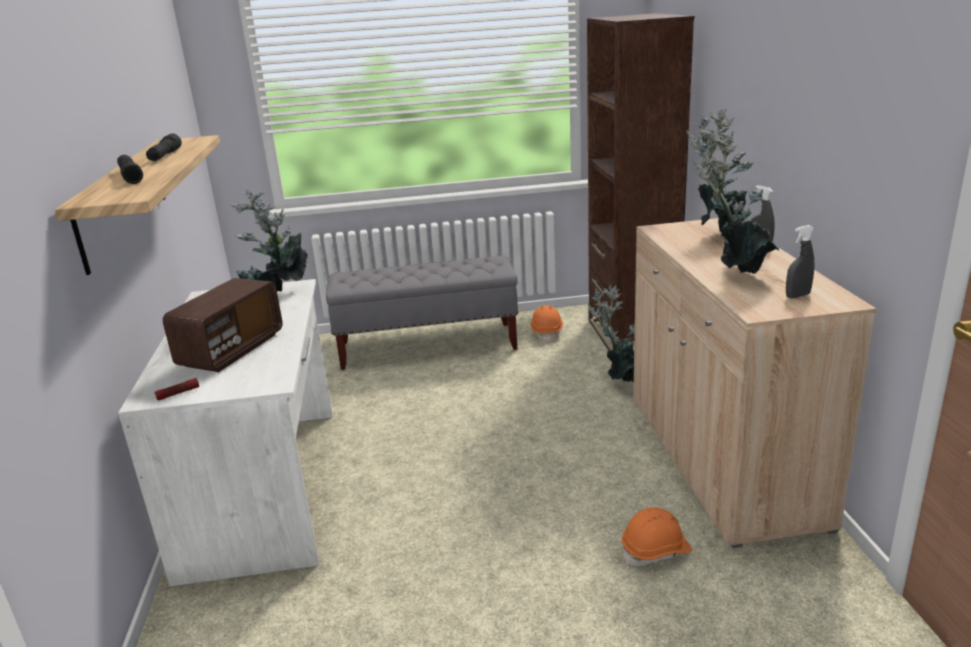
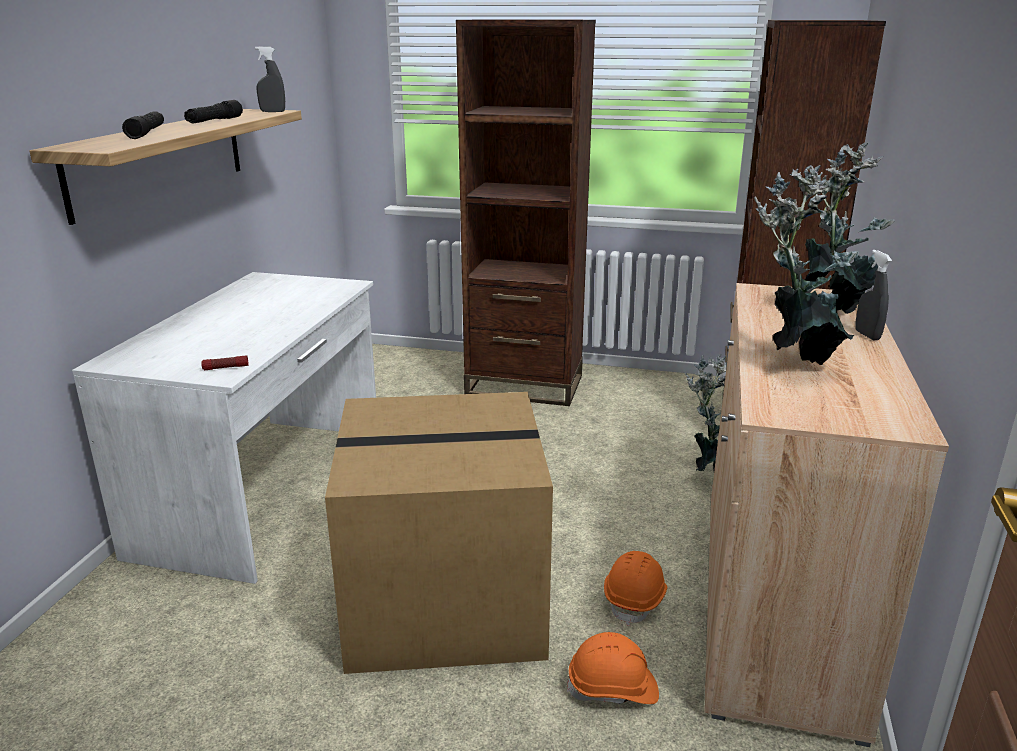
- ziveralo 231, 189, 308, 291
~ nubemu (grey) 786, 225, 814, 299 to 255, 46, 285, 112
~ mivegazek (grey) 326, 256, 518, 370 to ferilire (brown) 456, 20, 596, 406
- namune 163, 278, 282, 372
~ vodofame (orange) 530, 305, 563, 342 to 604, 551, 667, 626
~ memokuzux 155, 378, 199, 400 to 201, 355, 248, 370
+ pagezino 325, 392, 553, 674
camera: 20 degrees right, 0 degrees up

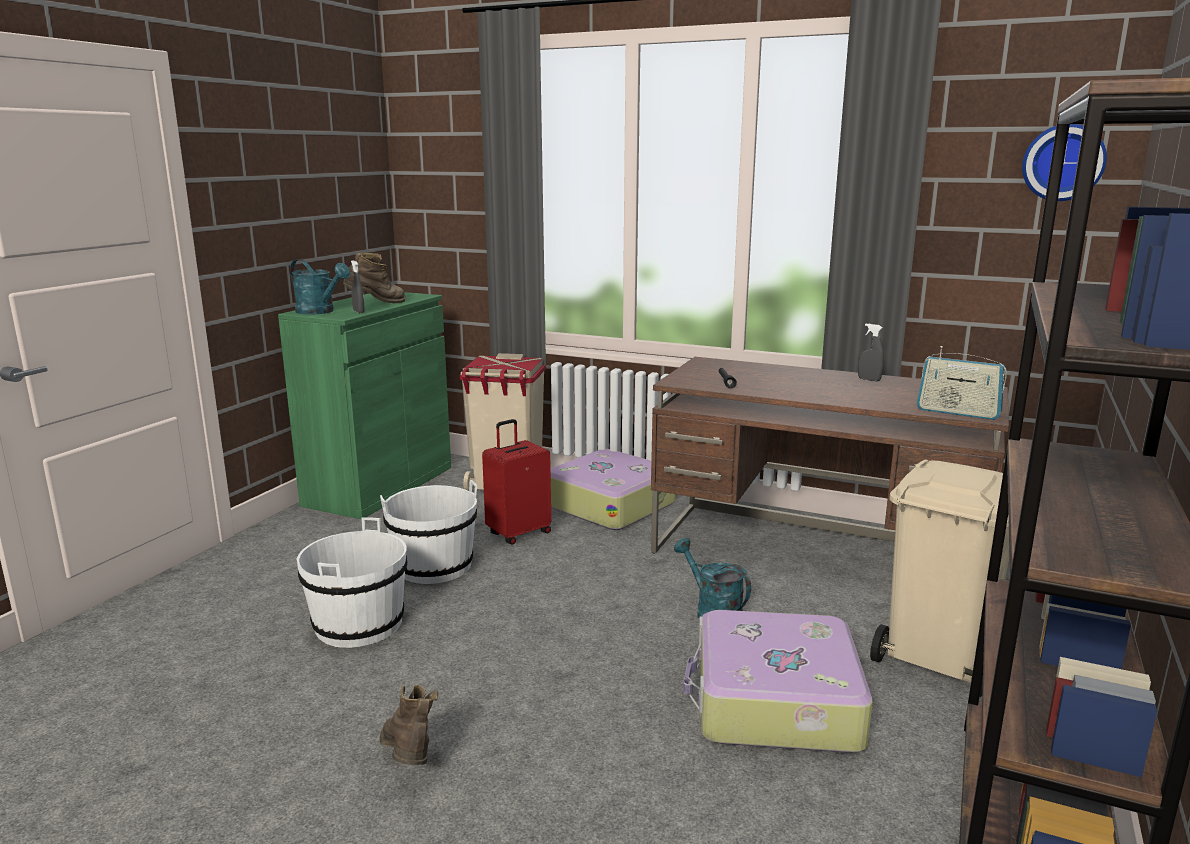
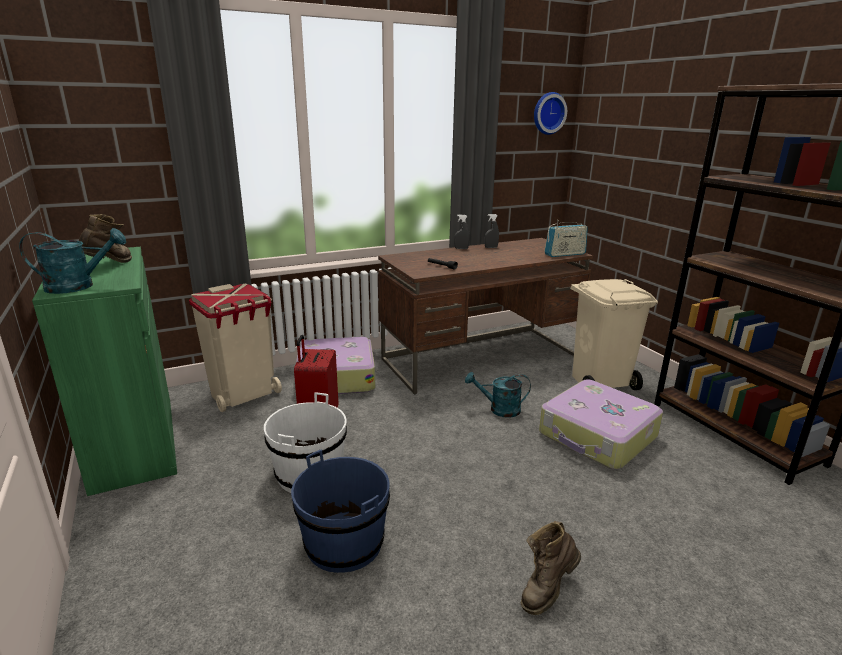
~ nubemu (grey) 351, 260, 364, 313 to 454, 215, 470, 249
~ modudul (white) 297, 517, 407, 648 to modudul (blue) 291, 449, 390, 573
~ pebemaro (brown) 380, 684, 438, 765 = 521, 521, 581, 615 60 degrees counterclockwise
camera: 50 degrees left, 5 degrees up

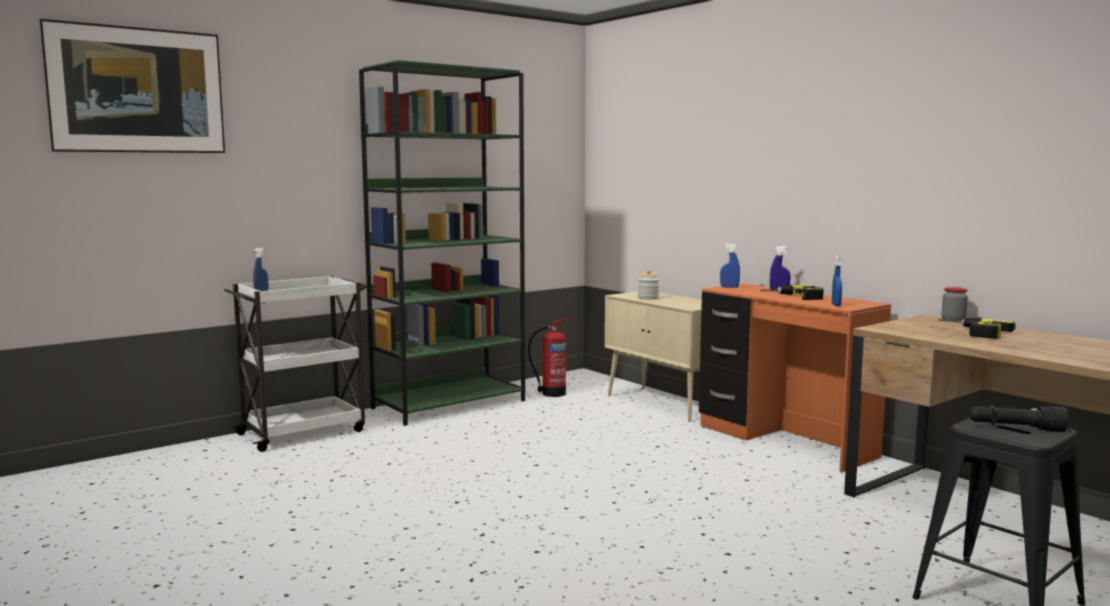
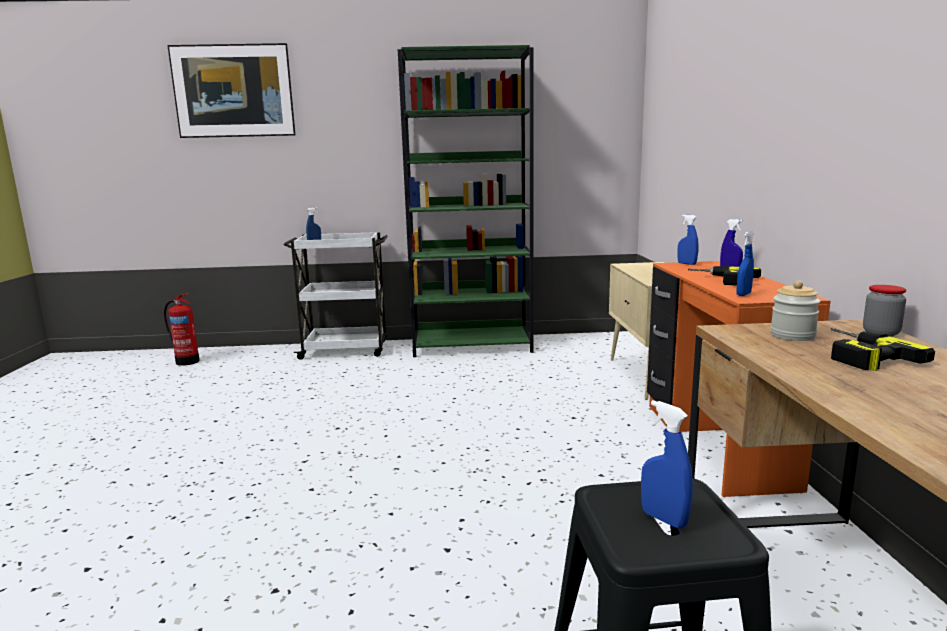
~ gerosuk 638, 270, 659, 300 to 770, 281, 821, 341
~ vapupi 528, 317, 569, 397 to 164, 293, 200, 366
~ memokuzux (black) 969, 405, 1069, 432 to nubemu (blue) 641, 400, 693, 529
camera: 35 degrees right, 5 degrees up

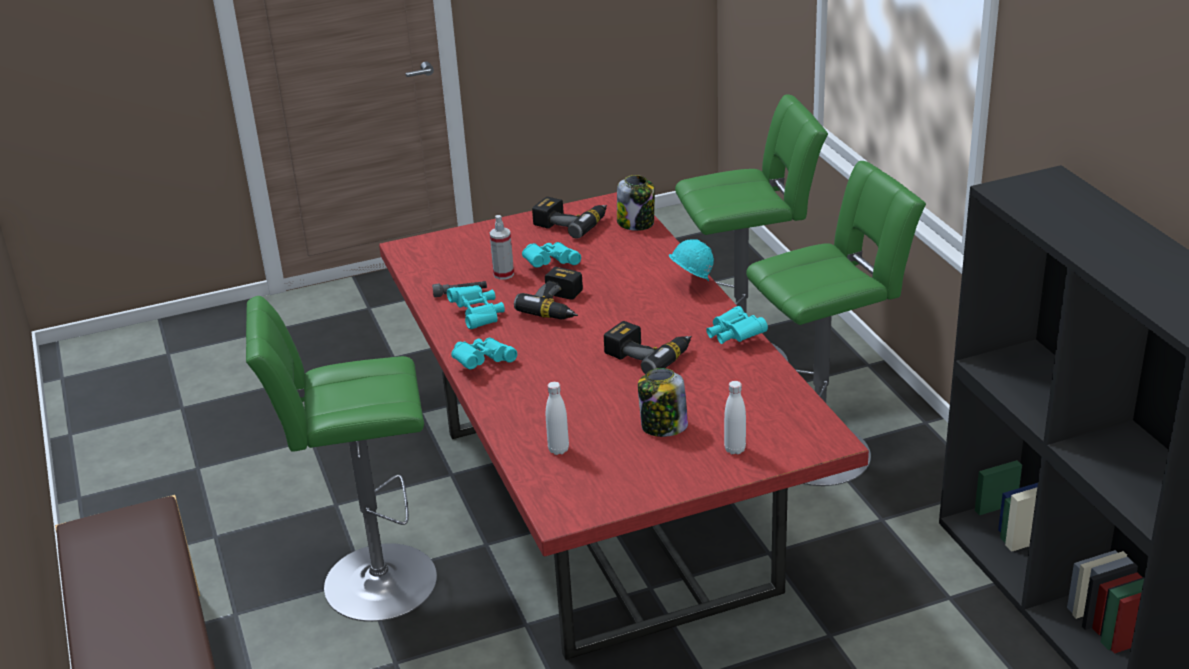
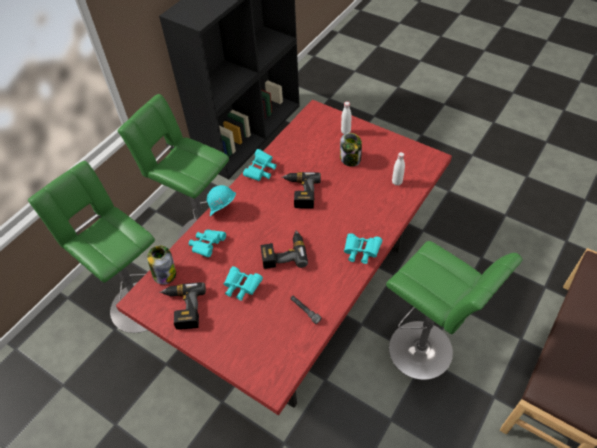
- nubemu 489, 215, 514, 280
~ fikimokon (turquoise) 447, 285, 505, 329 to 189, 229, 226, 257
camera: 125 degrees left, 20 degrees up

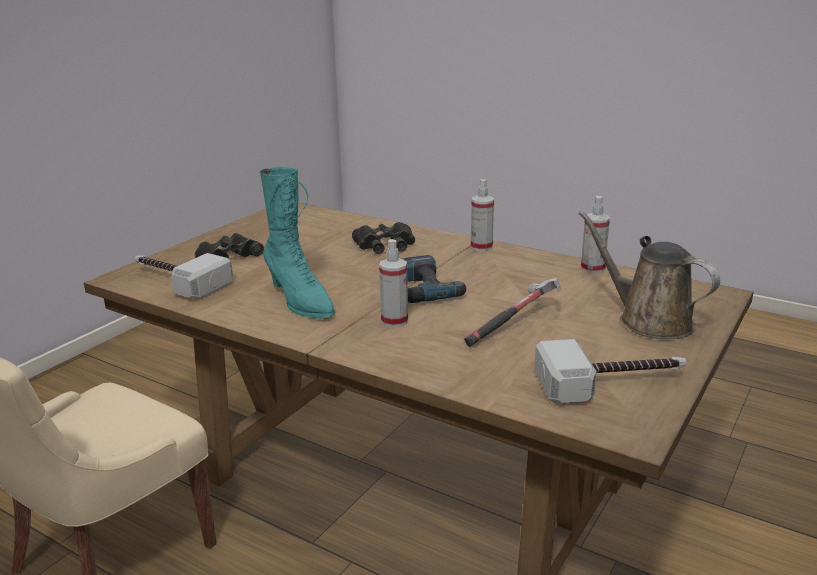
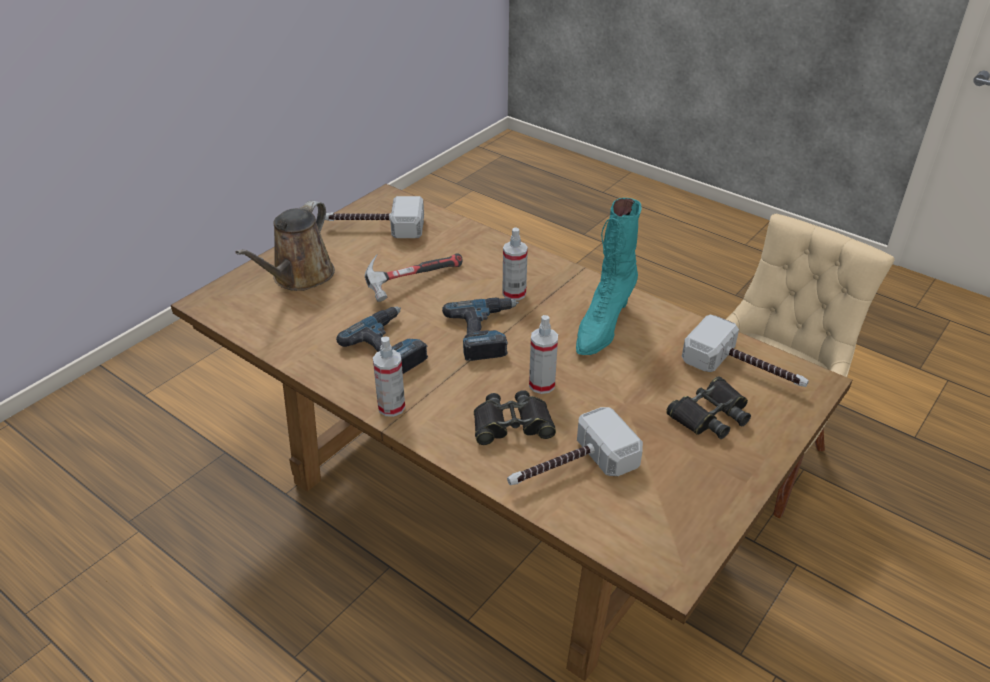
~ pebemaro (turquoise) 260, 167, 335, 319 = 576, 198, 641, 355 120 degrees counterclockwise
~ nubemu 581, 196, 610, 273 to 529, 315, 558, 394
~ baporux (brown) 578, 211, 720, 339 = 235, 201, 335, 291 60 degrees clockwise
+ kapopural 336, 306, 428, 374
+ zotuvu 507, 407, 643, 485
camera: 175 degrees left, 15 degrees up

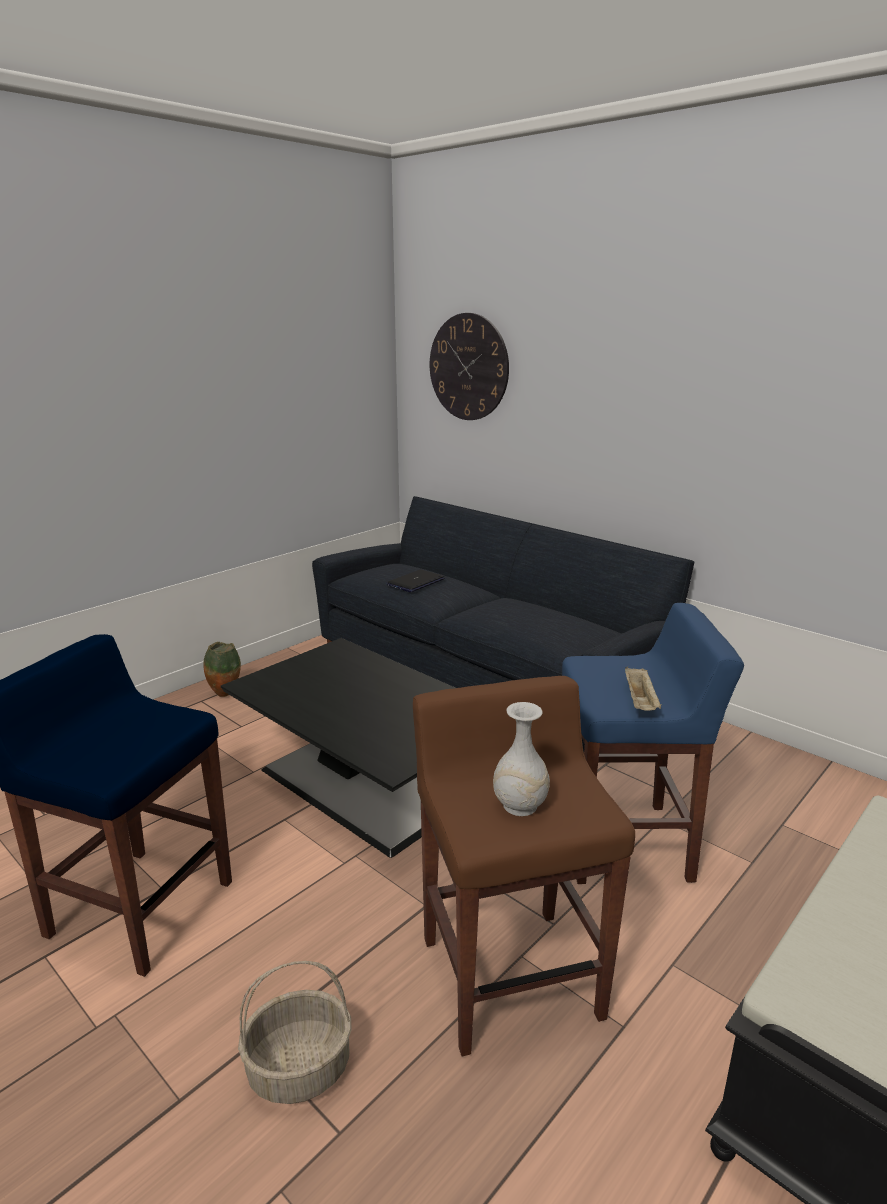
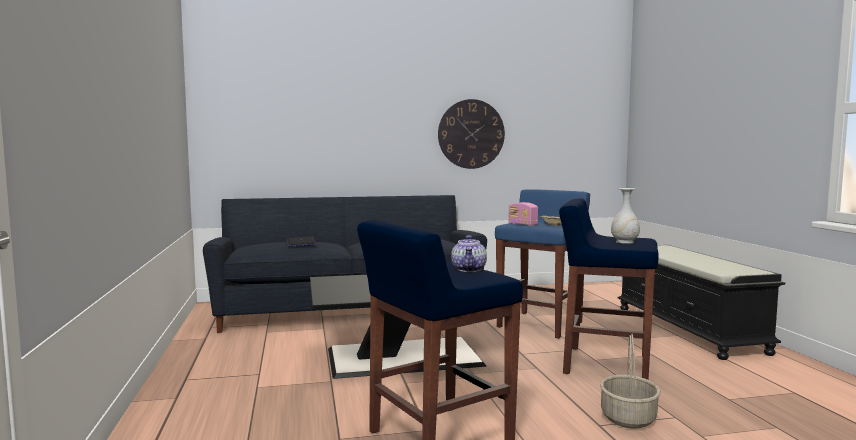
~ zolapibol 430, 313, 509, 420 to 438, 99, 505, 169
- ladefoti 203, 642, 241, 697
~ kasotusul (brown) 413, 676, 635, 1057 to kasotusul (blue) 559, 198, 659, 380
+ namune 508, 202, 538, 226
+ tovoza 451, 235, 487, 272
camera: 55 degrees left, 15 degrees down

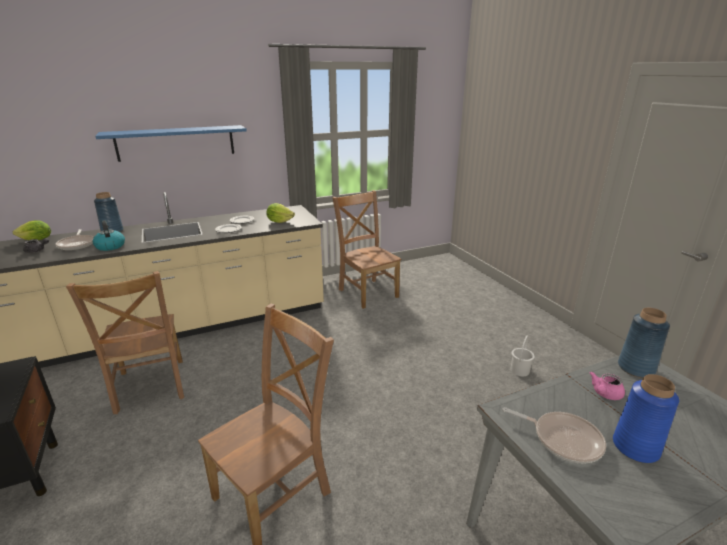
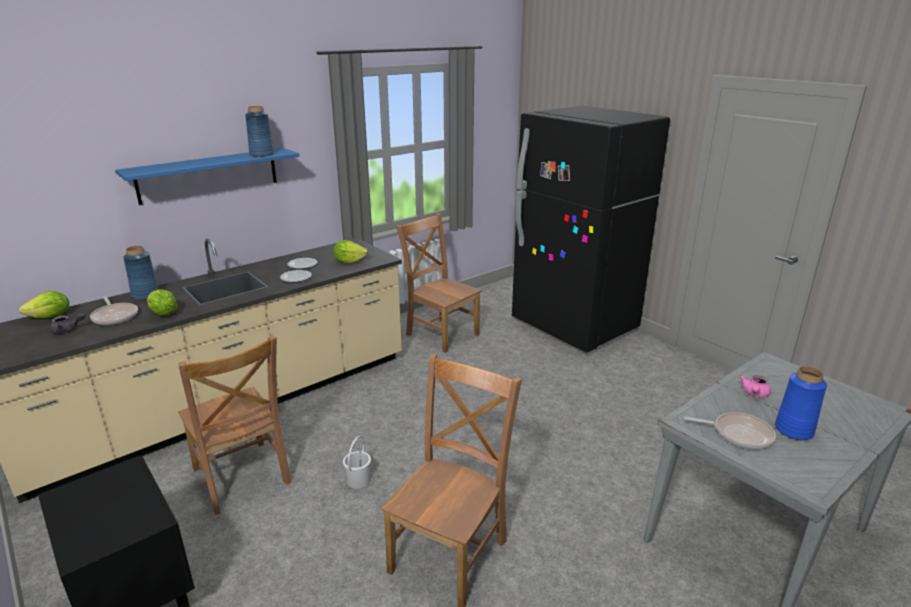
~ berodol 93, 220, 125, 251 to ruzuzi 147, 290, 178, 316
~ ladefoti (blue) 618, 308, 670, 378 to 245, 106, 274, 157
~ modudul (white) 510, 336, 535, 376 to 343, 436, 371, 489
+ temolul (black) 512, 106, 670, 353
camera: 15 degrees left, 0 degrees up

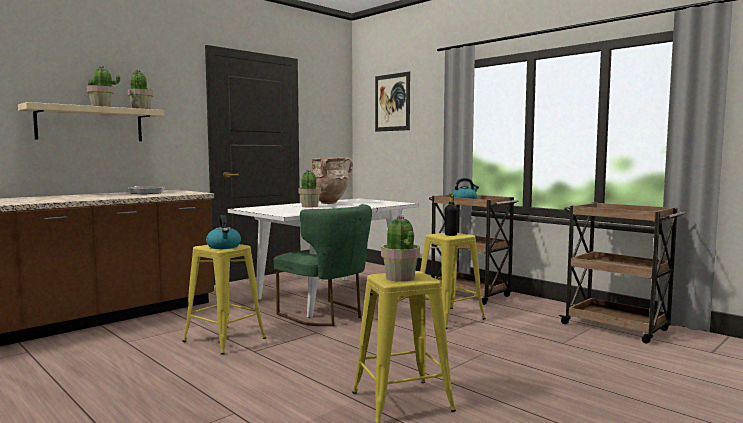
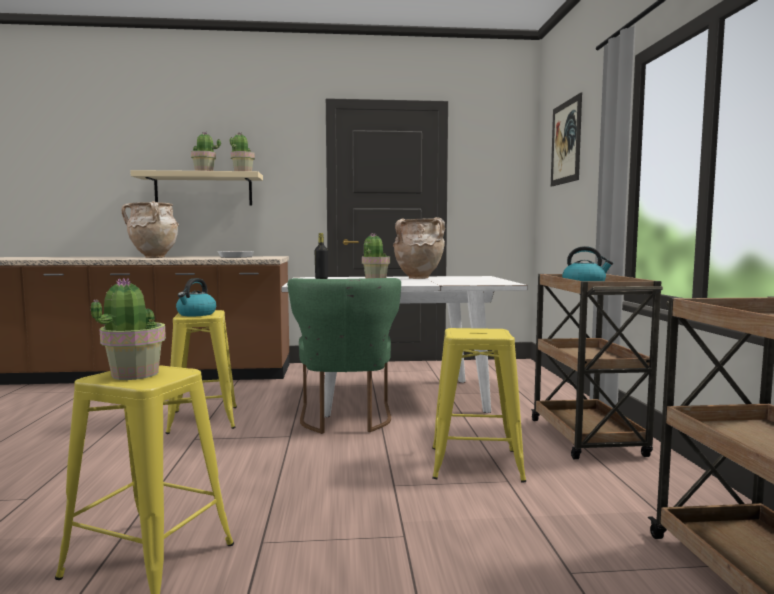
~ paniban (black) 445, 193, 458, 236 to 315, 233, 328, 279
+ ladefoti (beige) 121, 201, 179, 258
camera: 40 degrees right, 0 degrees up

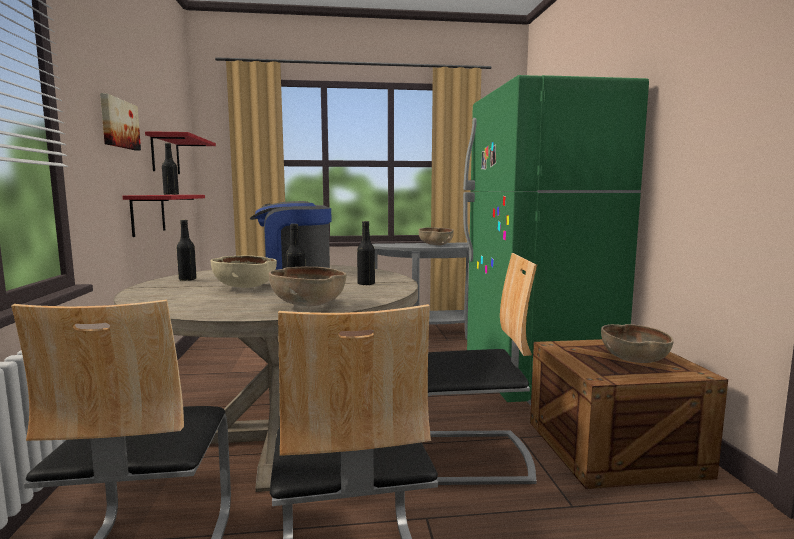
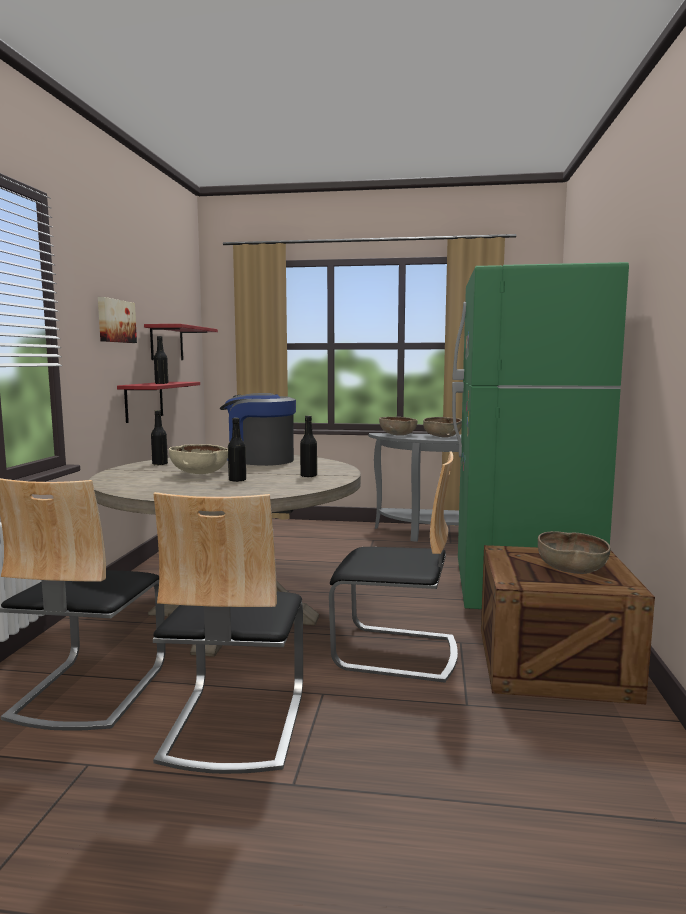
~ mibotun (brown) 269, 267, 347, 306 to 379, 417, 418, 436
camera: 15 degrees right, 0 degrees up

